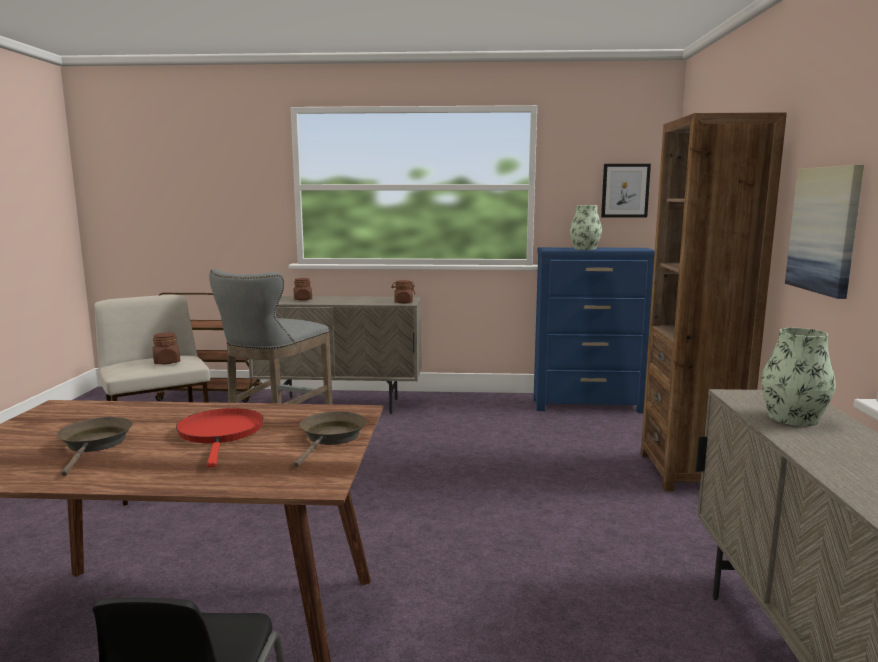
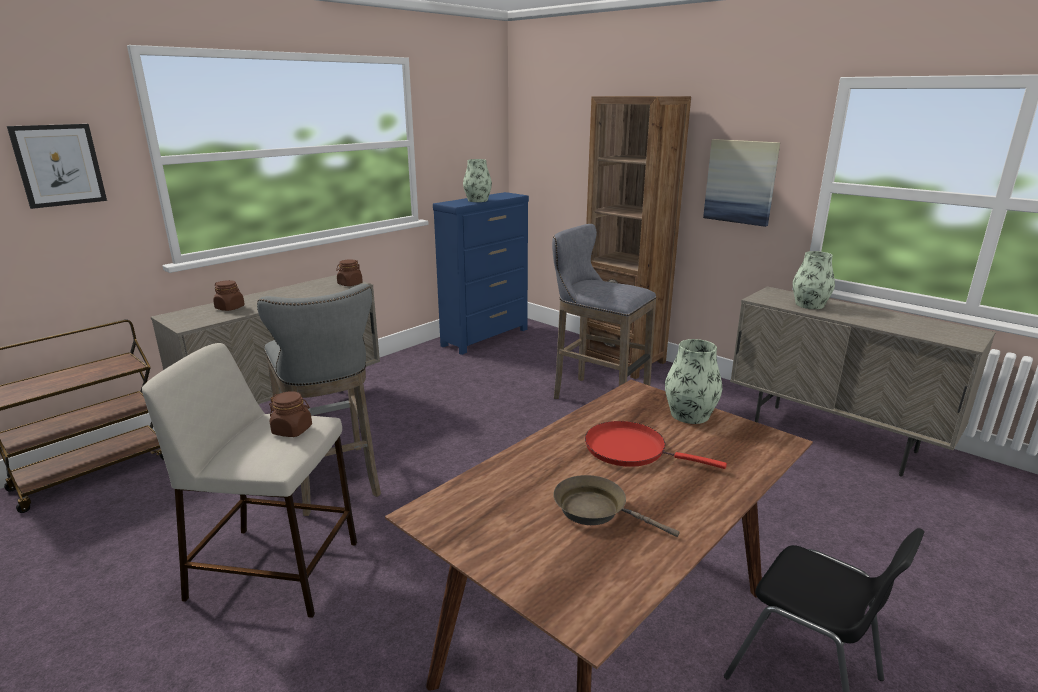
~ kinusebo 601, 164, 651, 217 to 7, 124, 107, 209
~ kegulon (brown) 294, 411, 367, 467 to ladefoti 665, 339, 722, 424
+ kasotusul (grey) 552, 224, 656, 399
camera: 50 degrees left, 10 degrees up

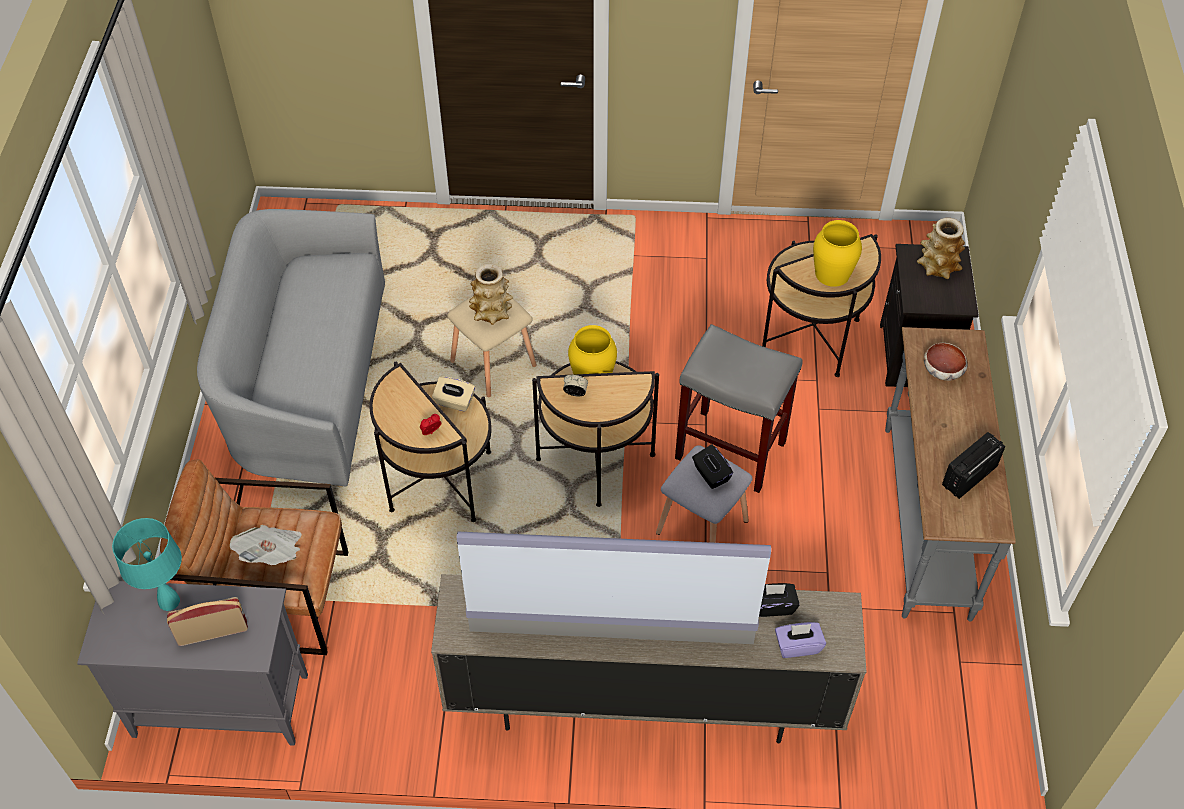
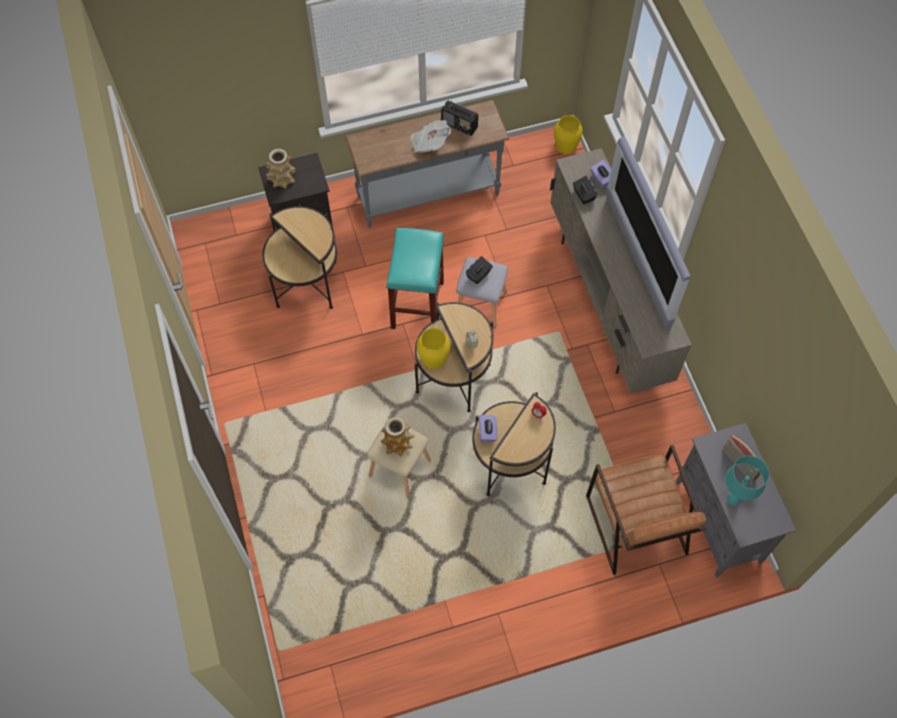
- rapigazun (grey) 197, 209, 385, 487
~ ladefoti (yellow) 813, 220, 862, 287 to 554, 115, 583, 154
~ kasotusul (grey) 675, 324, 803, 493 to kasotusul (turquoise) 386, 228, 444, 329
- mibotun 924, 343, 968, 381
~ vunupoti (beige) 432, 377, 475, 412 to vunupoti (purple) 479, 415, 497, 442
~ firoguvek 230, 525, 302, 565 to 411, 120, 451, 153
camera: 110 degrees left, 10 degrees up

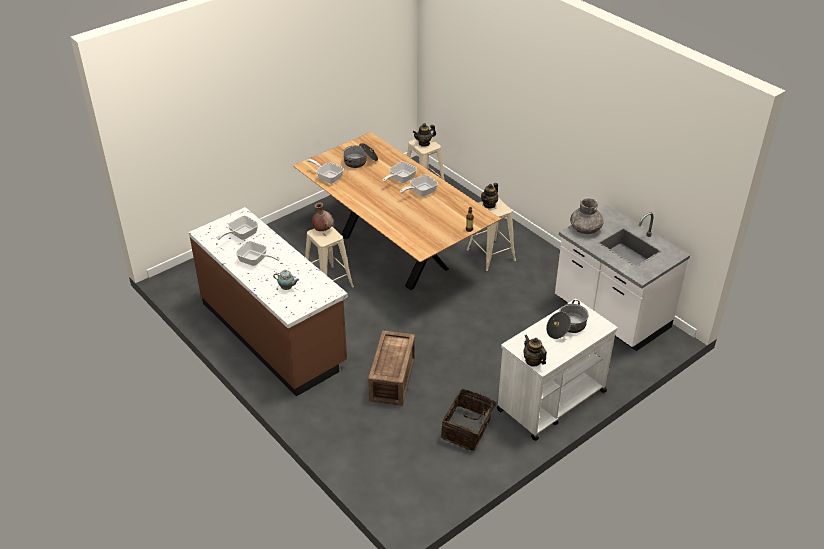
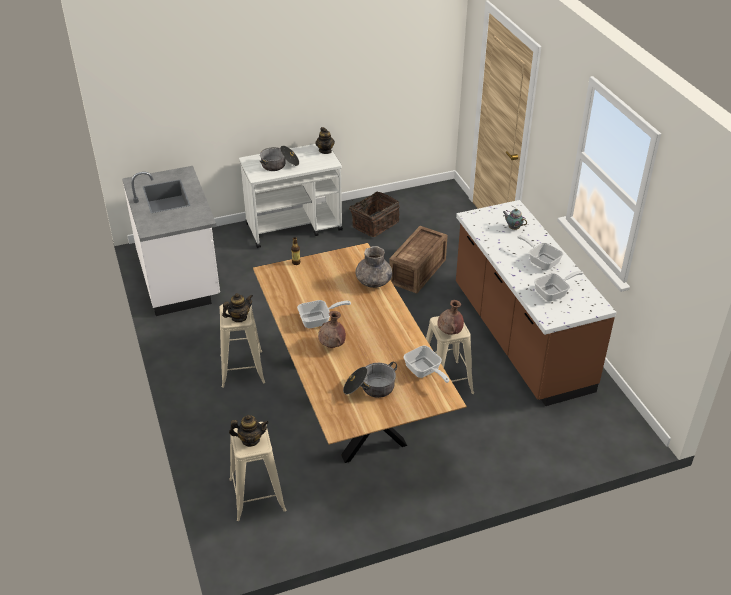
~ kegulon 383, 162, 417, 183 to ladefoti (brown) 318, 311, 346, 348
~ ladefoti (grey) 570, 197, 604, 234 to 355, 246, 392, 288
camera: 160 degrees left, 0 degrees up

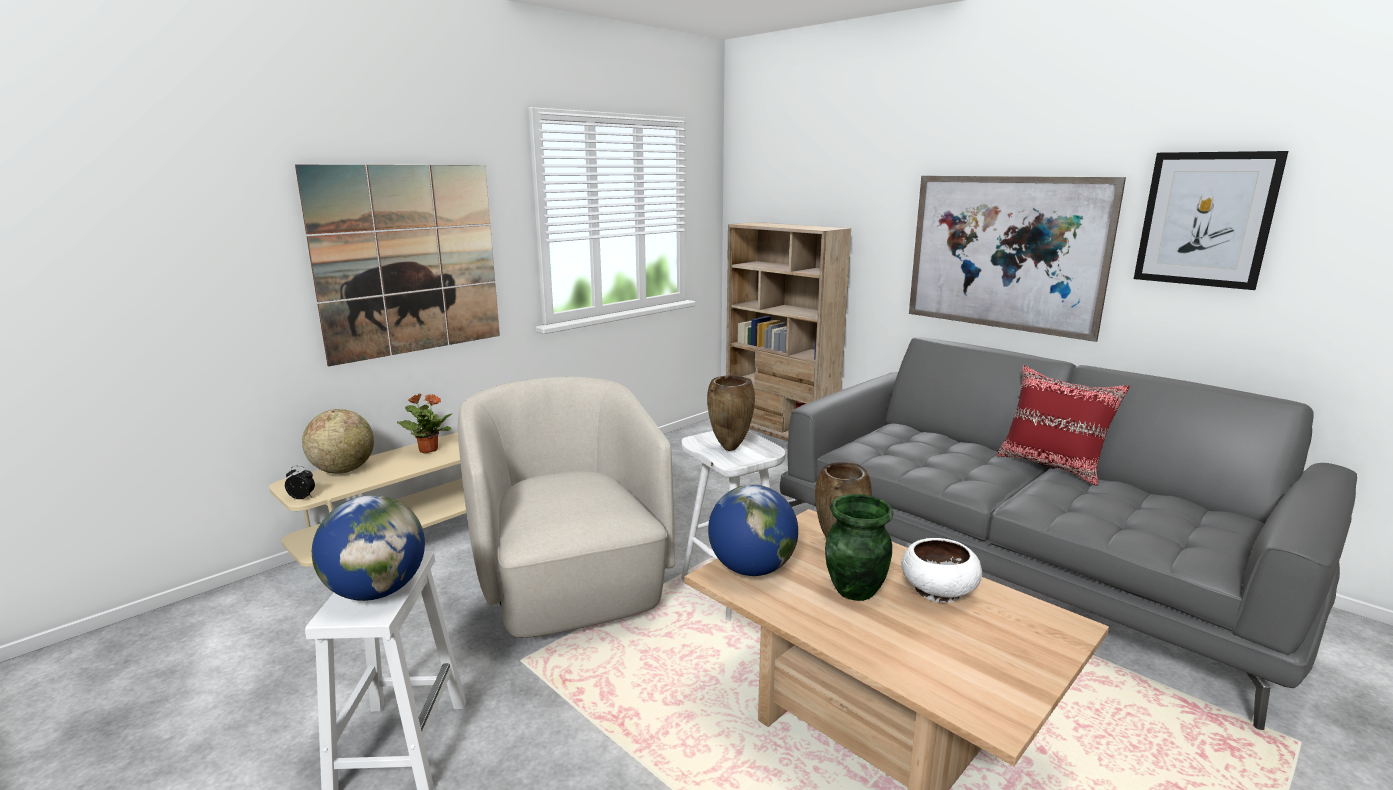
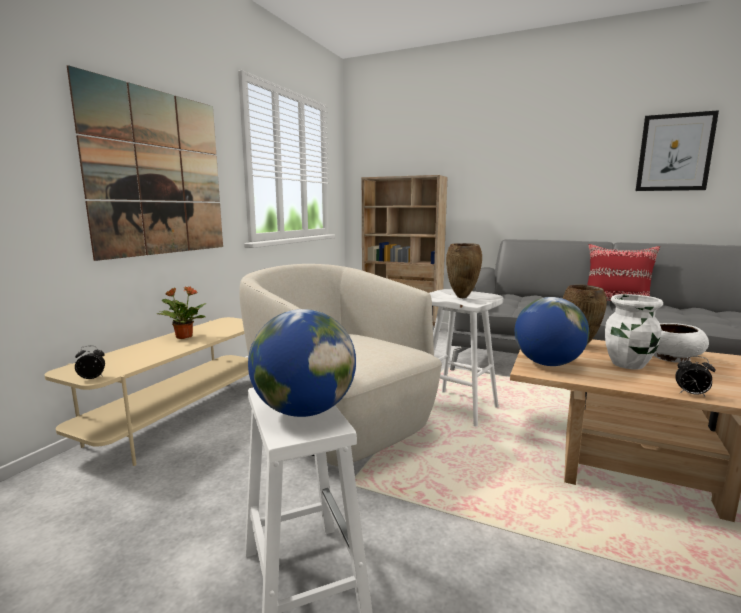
- kinusebo 909, 176, 1126, 342
- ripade 302, 409, 374, 474
~ ladefoti (green) 825, 494, 893, 601 to ladefoti (white) 605, 294, 663, 370
+ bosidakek 675, 356, 716, 396
camera: 20 degrees left, 5 degrees down

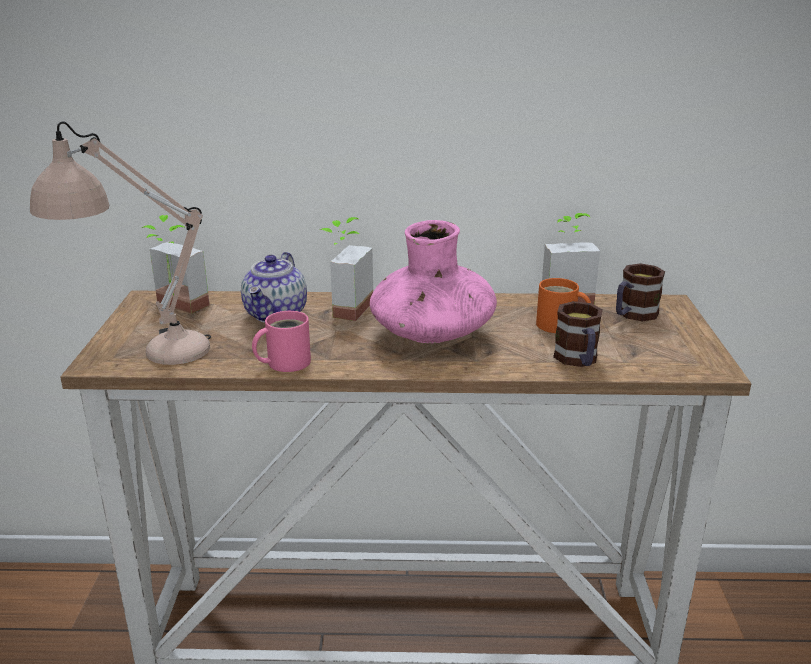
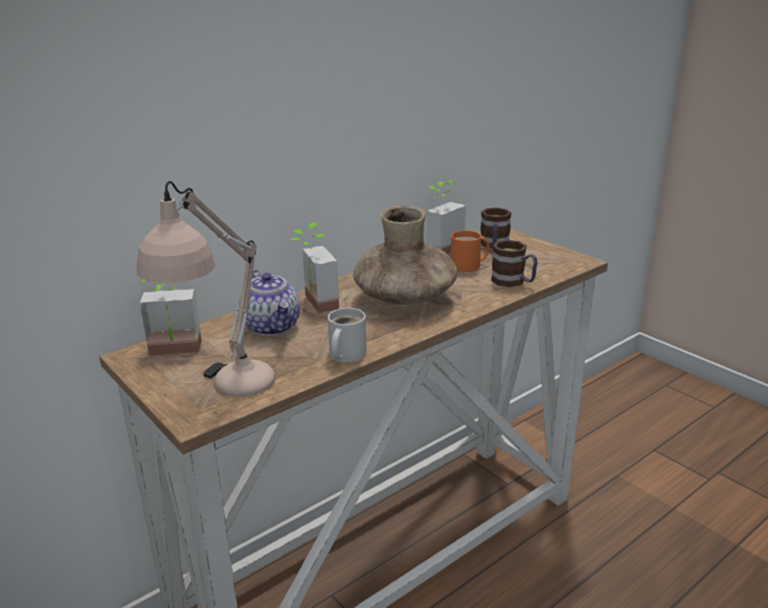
~ ladefoti (pink) 370, 220, 497, 343 to ladefoti (brown) 353, 206, 457, 307
~ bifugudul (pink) 252, 311, 311, 372 to bifugudul (white) 328, 308, 367, 362
camera: 40 degrees left, 0 degrees up

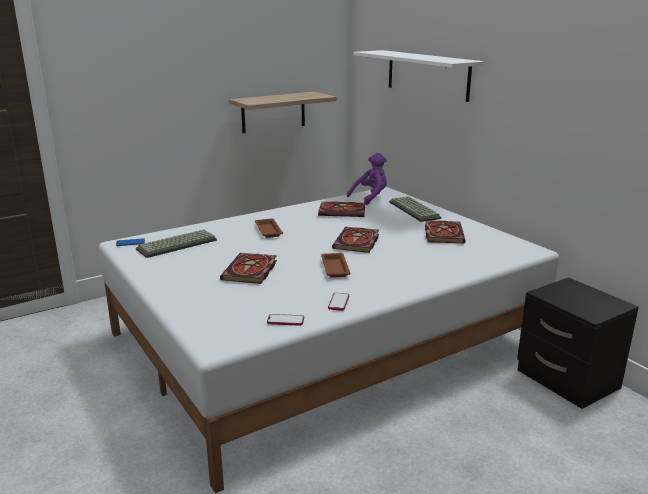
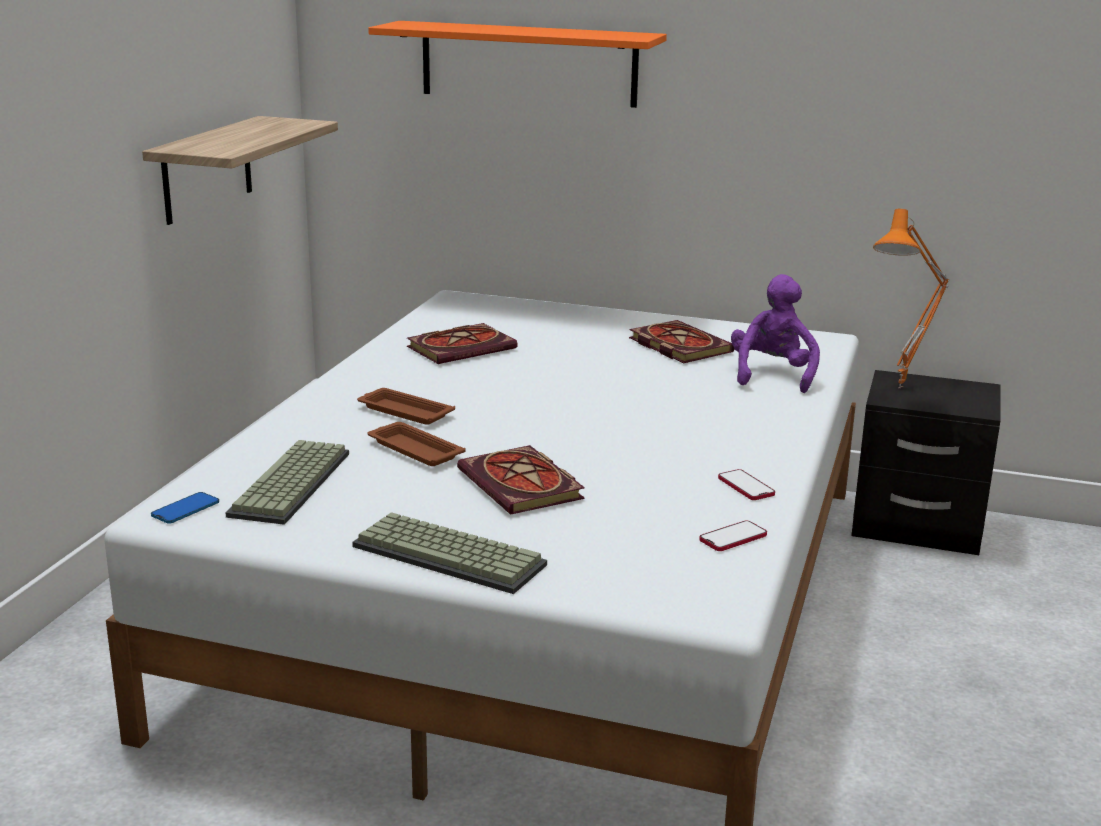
~ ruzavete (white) 354, 50, 484, 102 to ruzavete (orange) 368, 21, 667, 108
~ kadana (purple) 347, 153, 387, 205 to 731, 274, 820, 393
~ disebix 389, 196, 441, 222 to 352, 512, 547, 594
- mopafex 332, 227, 379, 253
~ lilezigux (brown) 321, 253, 351, 278 to 367, 422, 466, 466
+ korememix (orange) 873, 209, 949, 388
camera: 40 degrees left, 0 degrees up

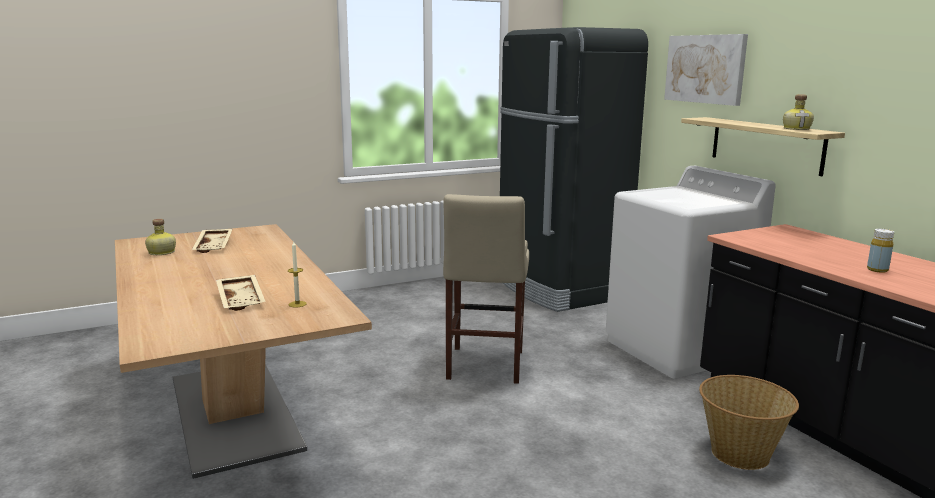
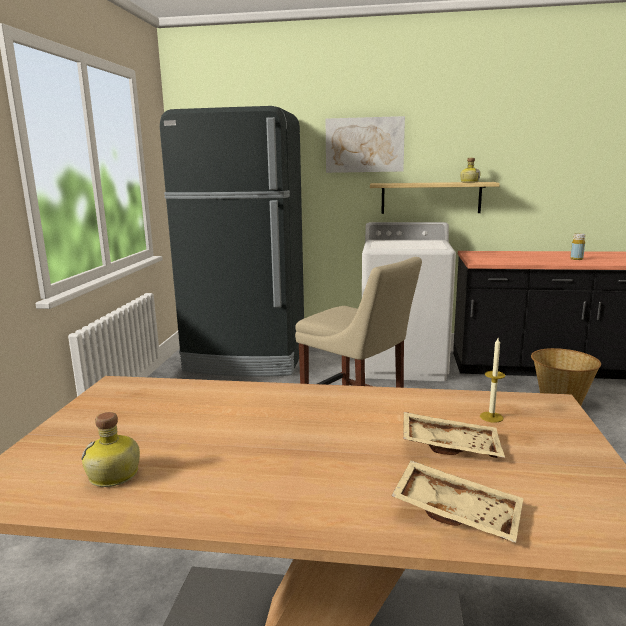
~ lilezigux (beige) 192, 229, 232, 253 to 391, 460, 524, 543
camera: 55 degrees left, 0 degrees up

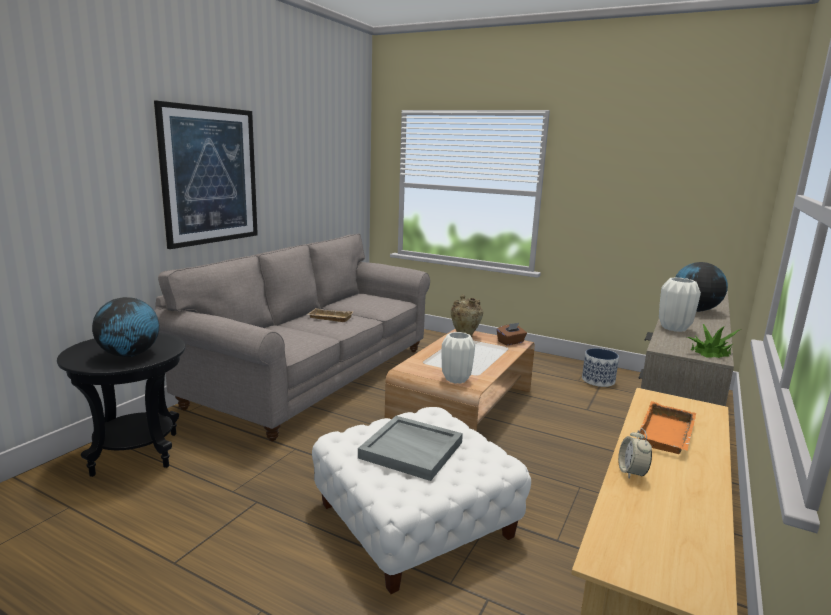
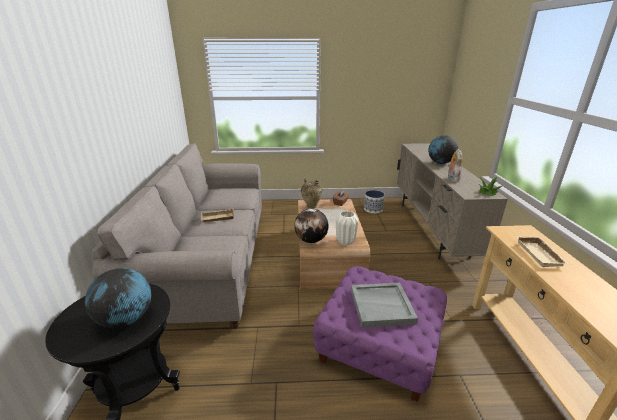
- kinusebo 154, 101, 258, 249
~ ladefoti (white) 659, 277, 701, 332 to kadana 448, 149, 463, 183
~ lilezigux (orange) 639, 401, 696, 454 to lilezigux (beige) 517, 236, 569, 267
~ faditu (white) 312, 407, 531, 594 to faditu (purple) 313, 266, 447, 402
- bosidakek 618, 428, 652, 479
+ ripade 294, 209, 328, 243
camera: 30 degrees left, 10 degrees up

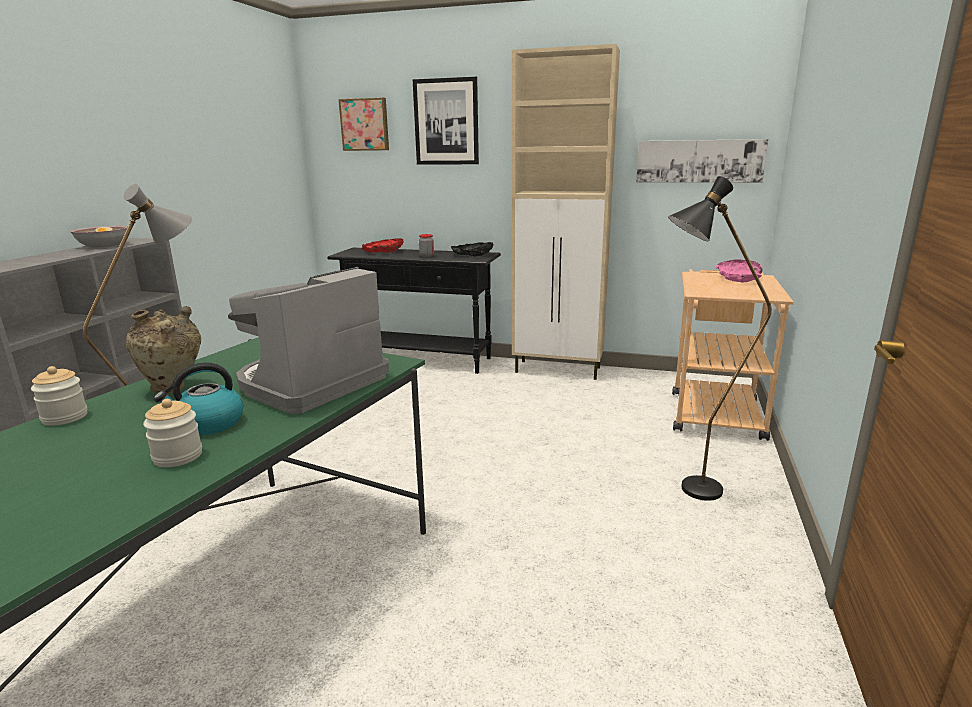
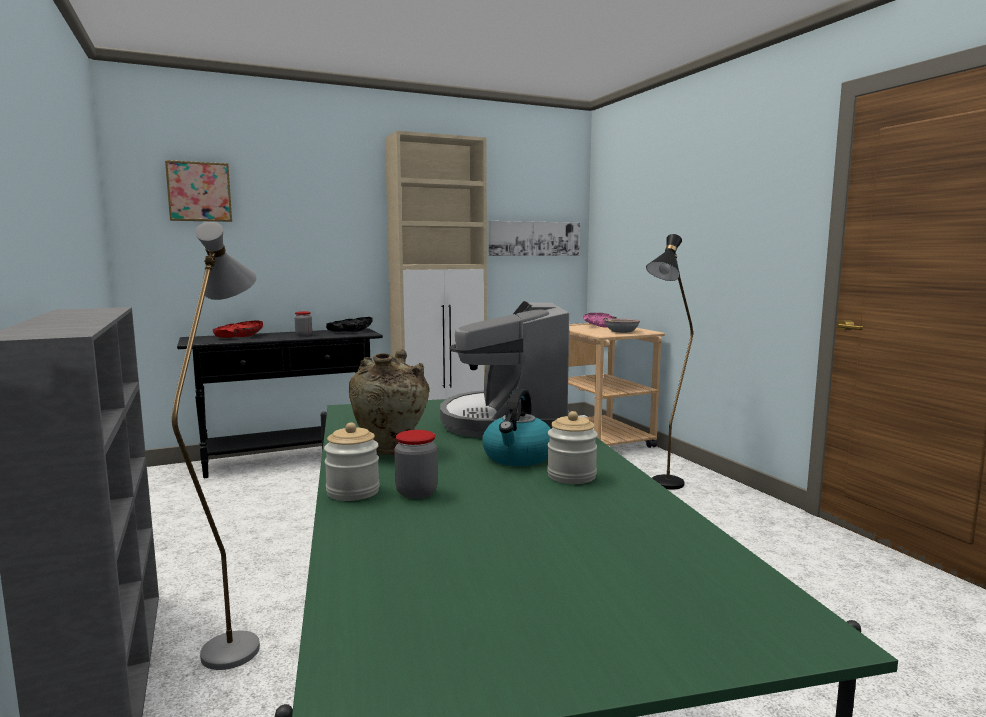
- kinusebo 413, 77, 479, 165
~ mibotun 70, 225, 128, 247 to 605, 318, 640, 333
+ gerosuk 394, 430, 438, 499
camera: 40 degrees left, 10 degrees down

